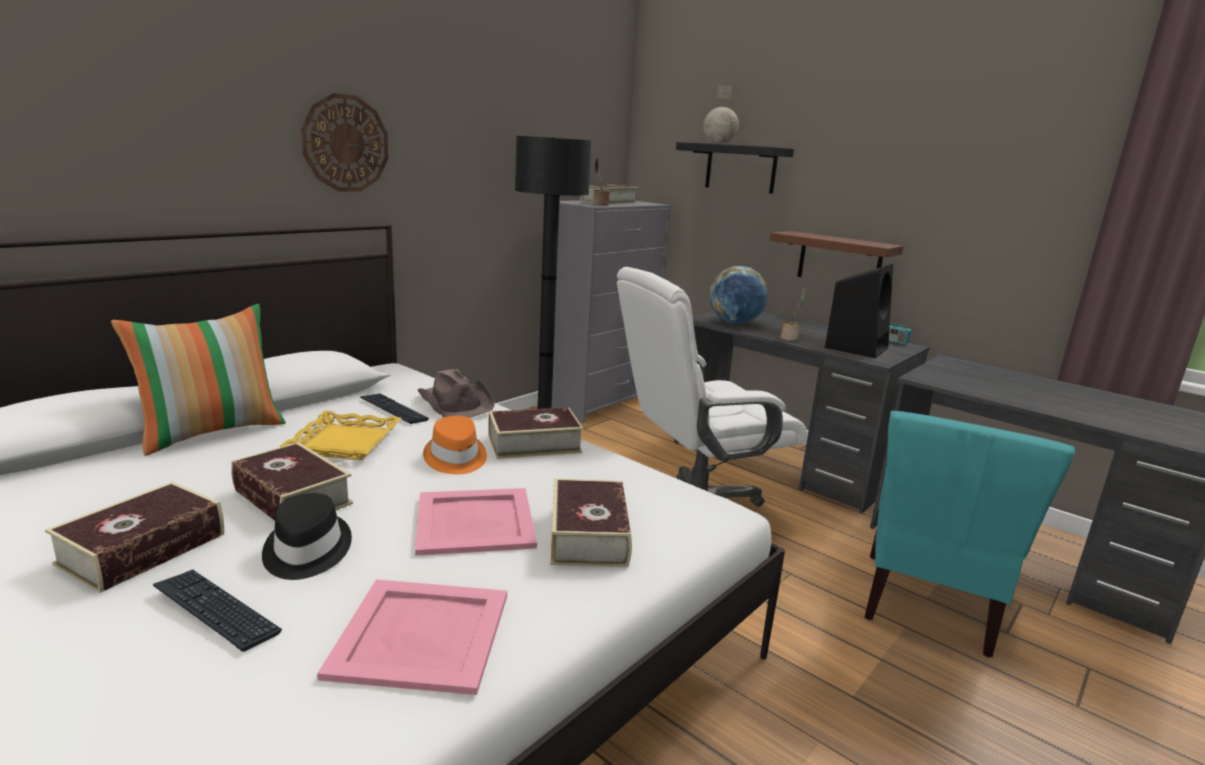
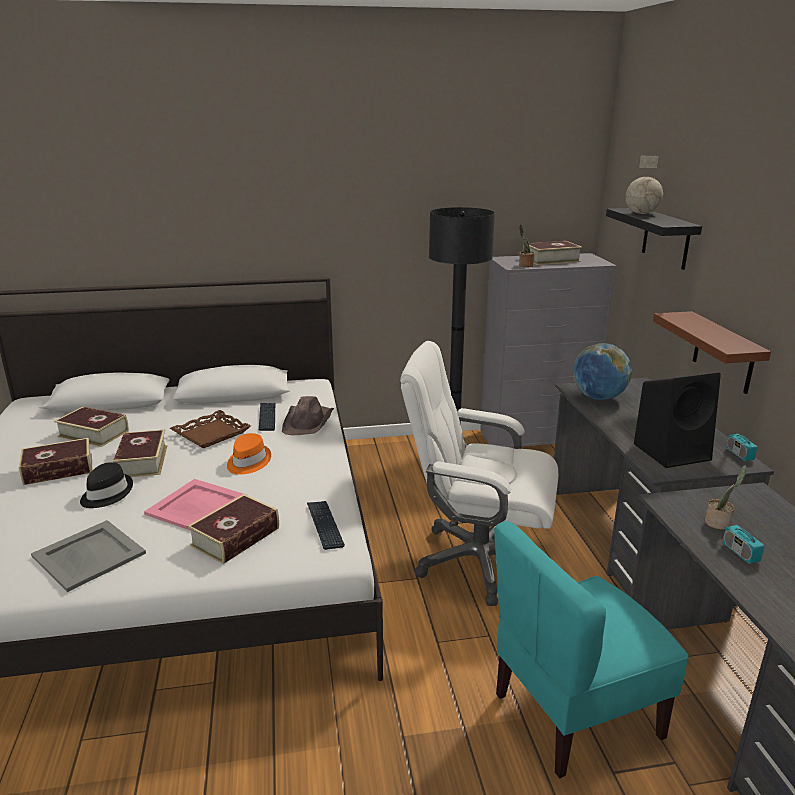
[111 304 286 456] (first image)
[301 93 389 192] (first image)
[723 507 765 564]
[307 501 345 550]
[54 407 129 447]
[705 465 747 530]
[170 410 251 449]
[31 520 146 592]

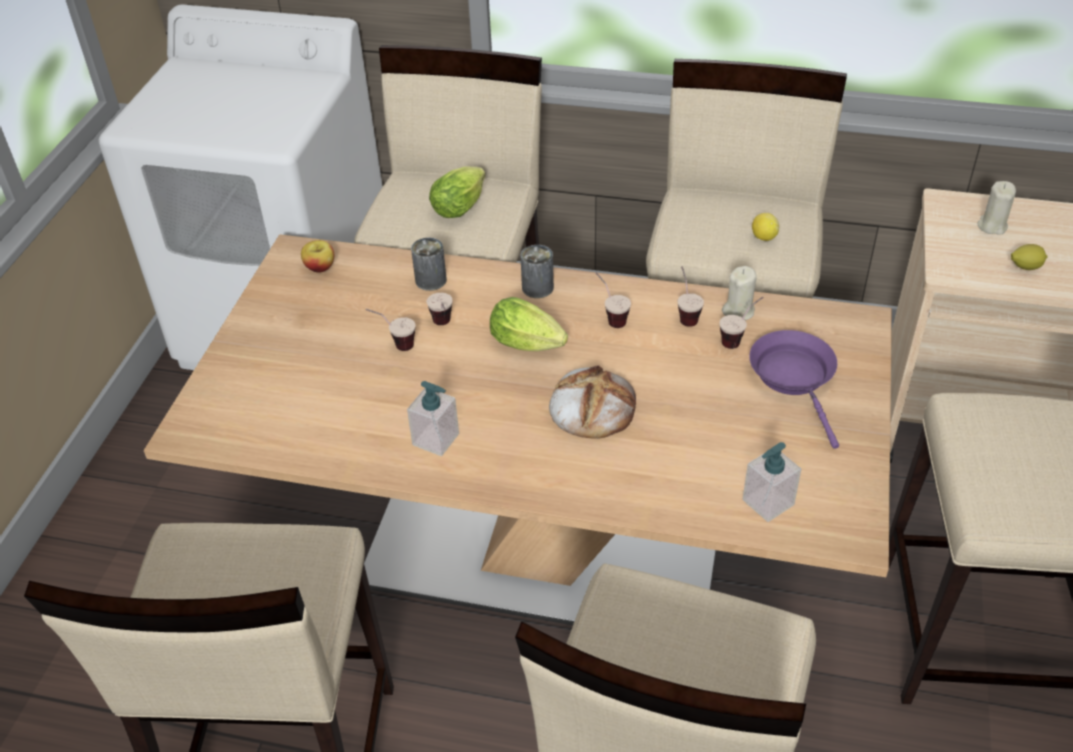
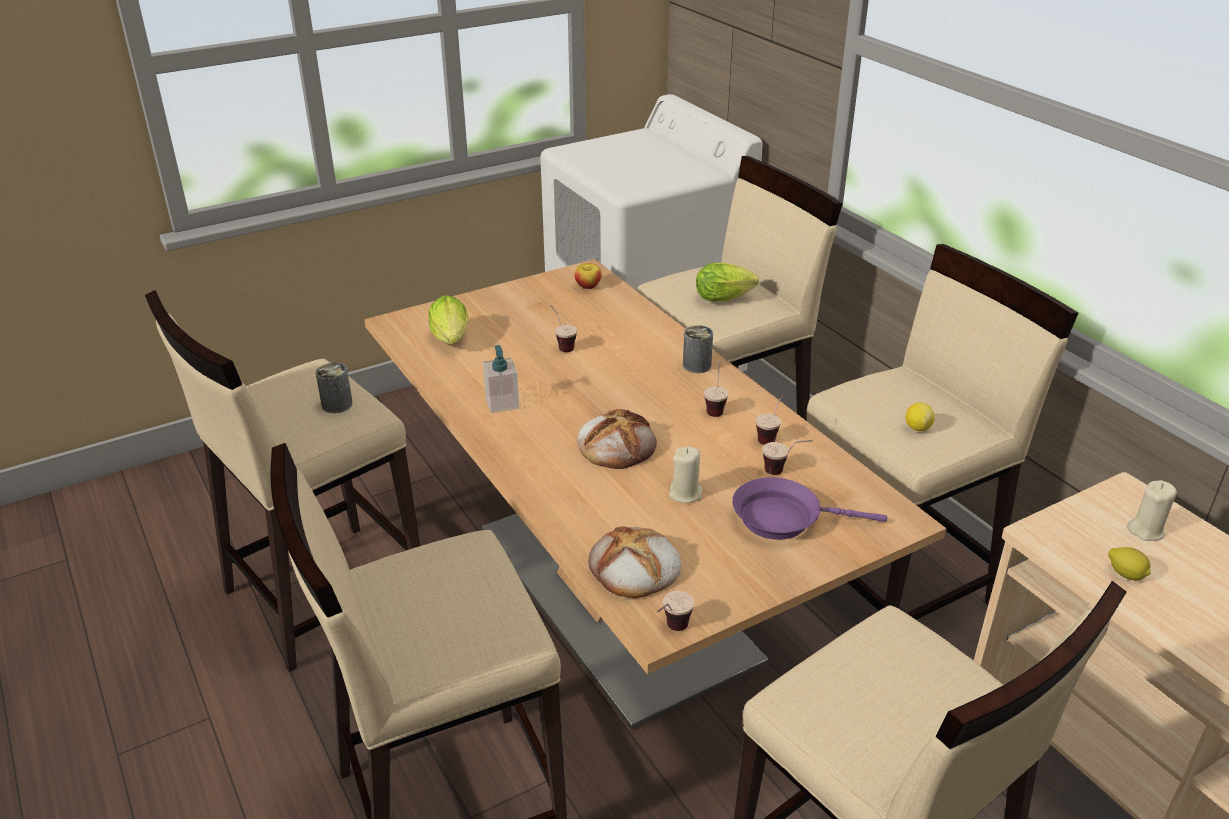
[316 363 353 413]
[657 591 695 631]
[429 295 468 344]
[669 446 703 503]
[588 526 681 598]
[732 477 887 540]

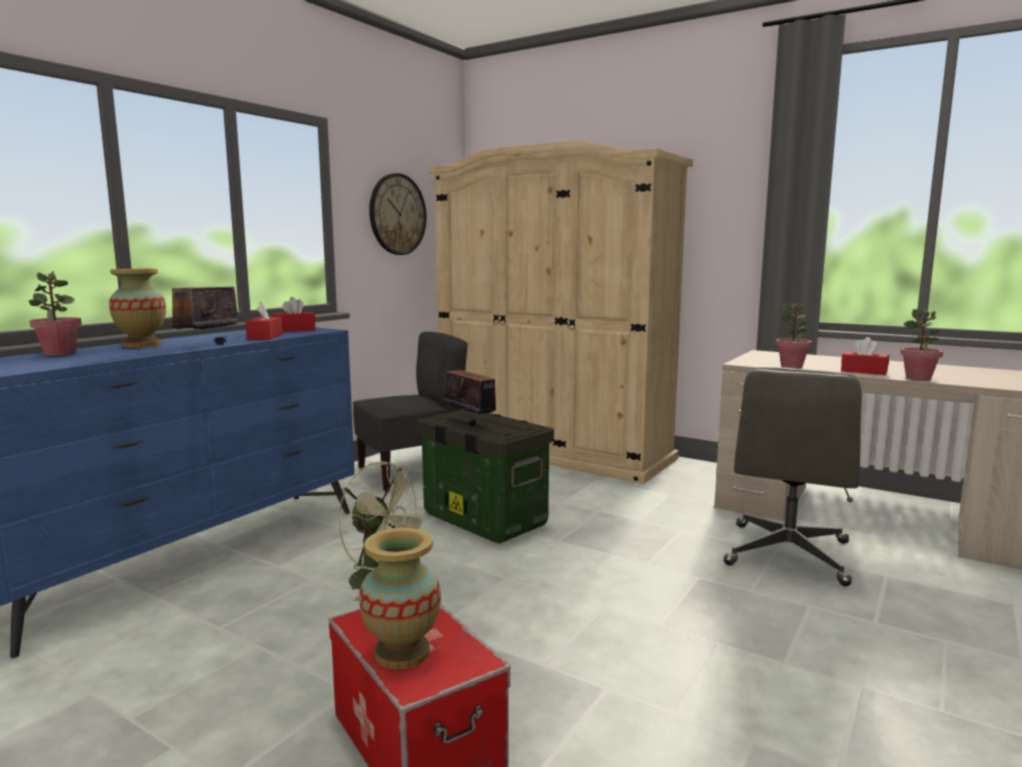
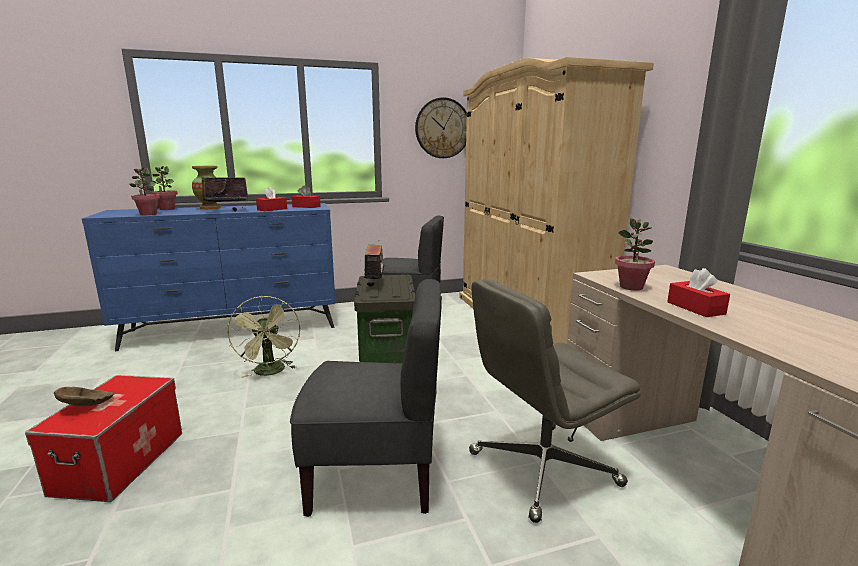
[290 279 442 517]
[129 168 160 215]
[54 387 114 406]

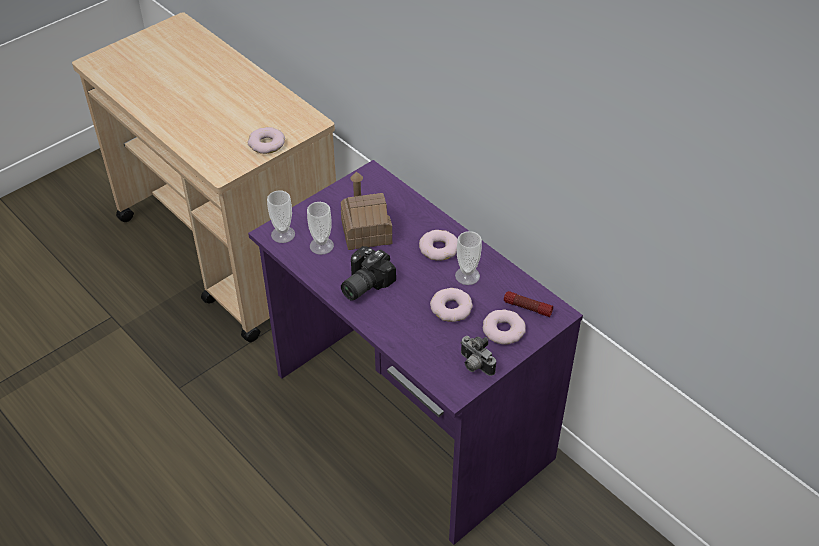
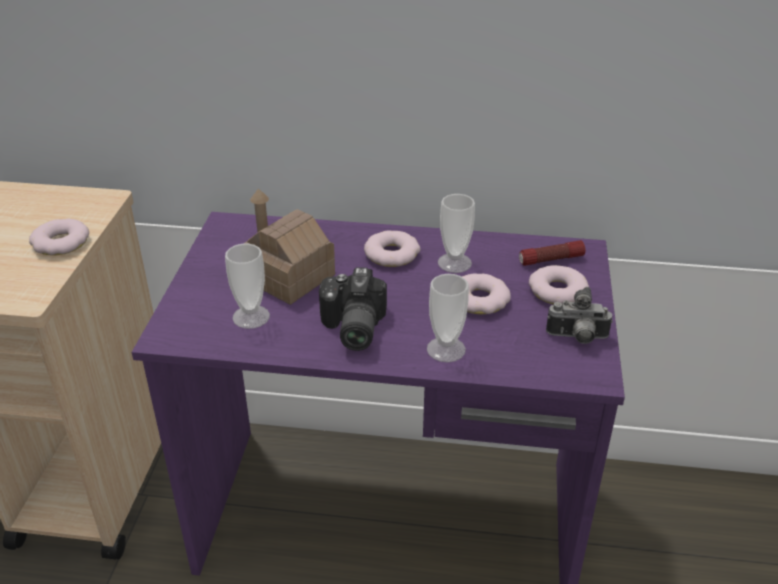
[427 274 469 362]

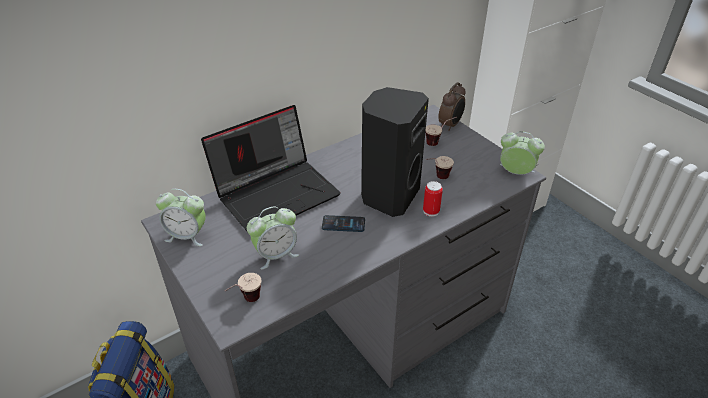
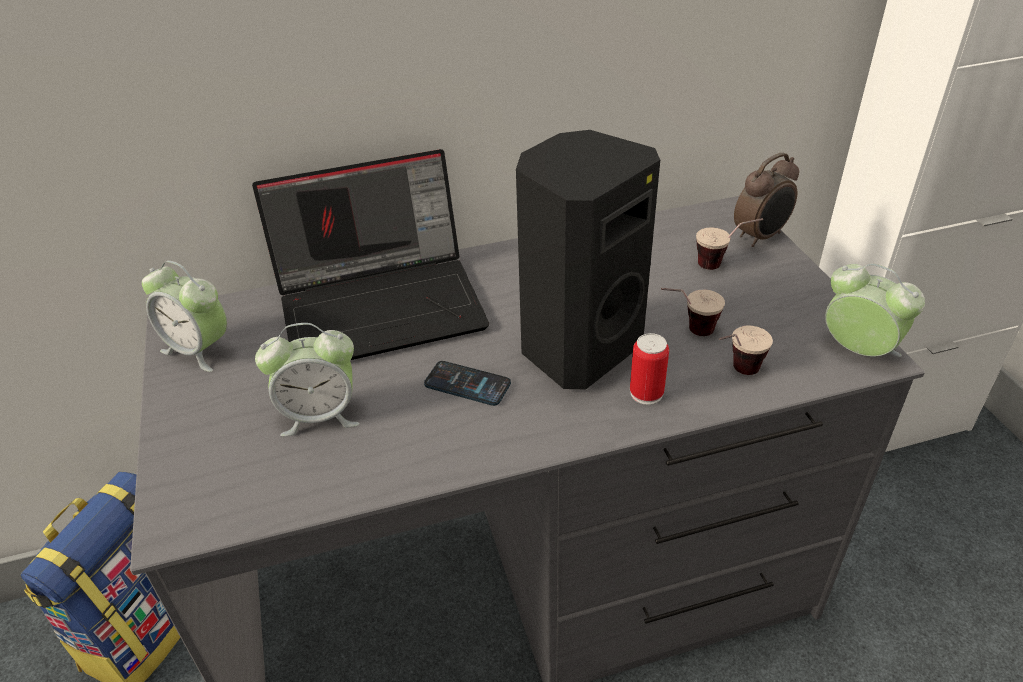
[719 325 773 375]

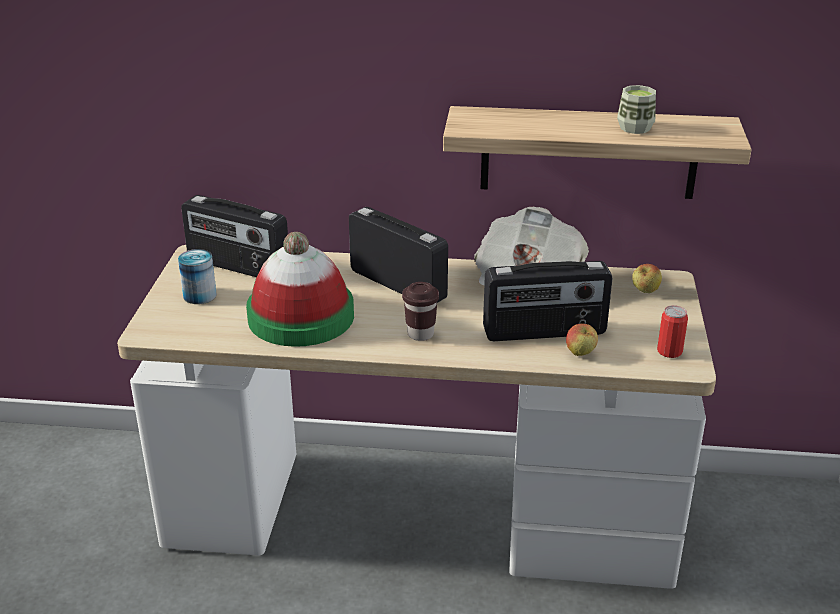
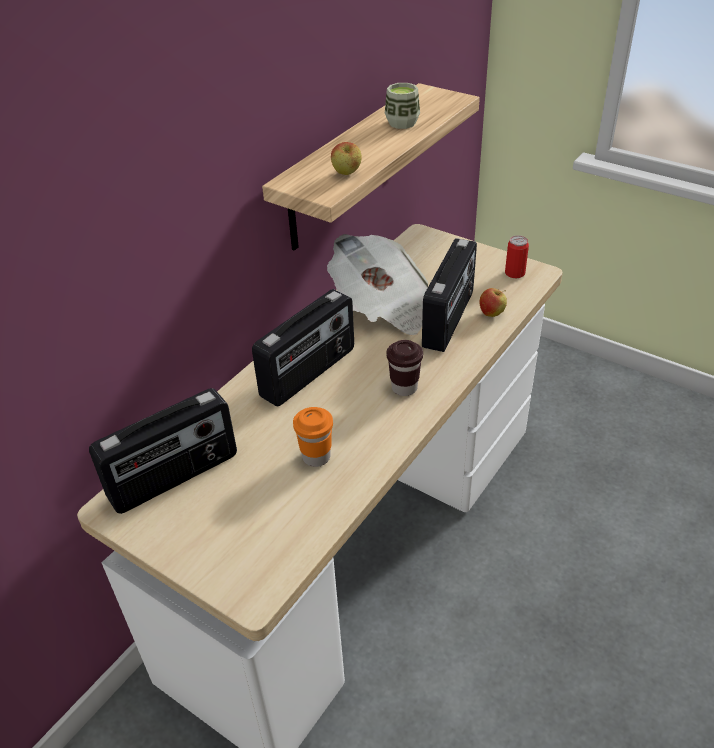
[178 249 217 304] (first image)
[331 142 362 175]
[293 407 333 467]
[252 289 354 407]

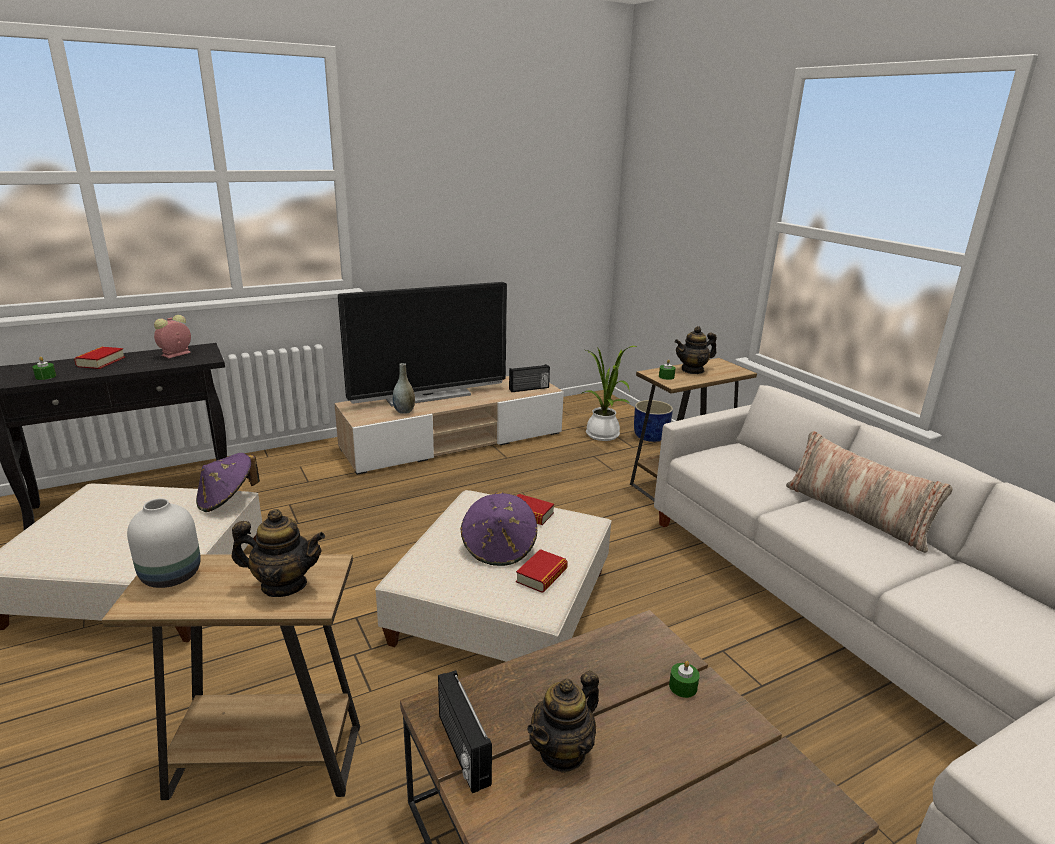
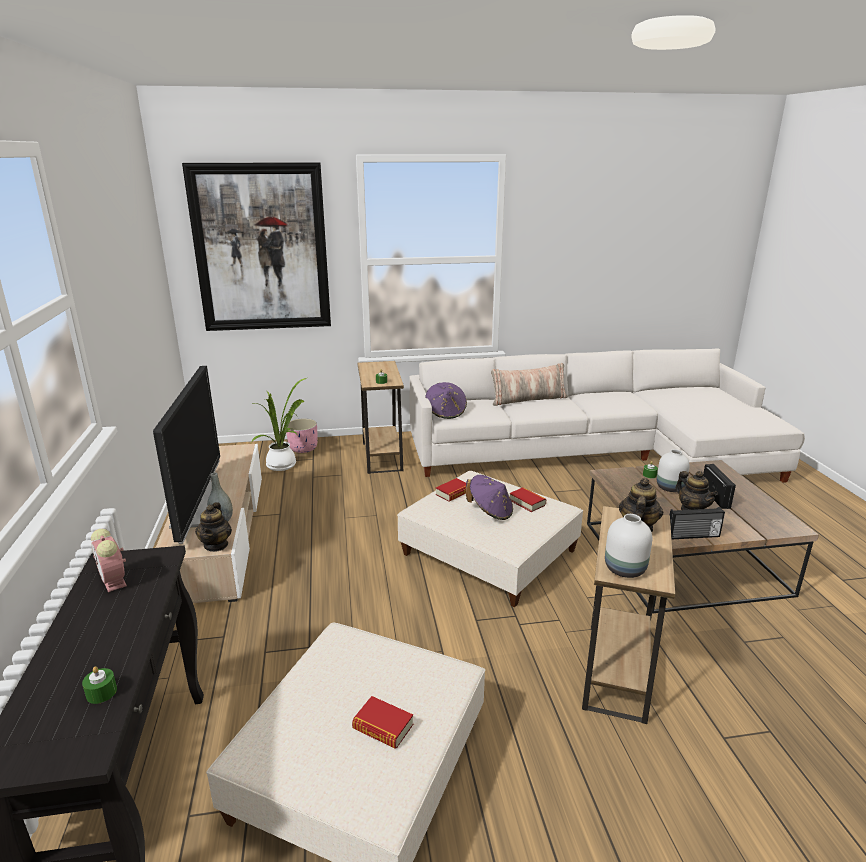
[182 162 331 331]
[657 449 690 492]
[352 696 413 749]
[425 382 467 419]
[703 464 736 509]
[195 502 232 552]
[287 418 318 453]

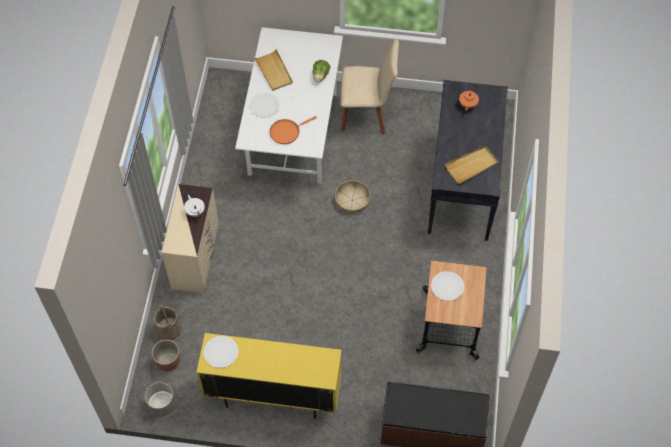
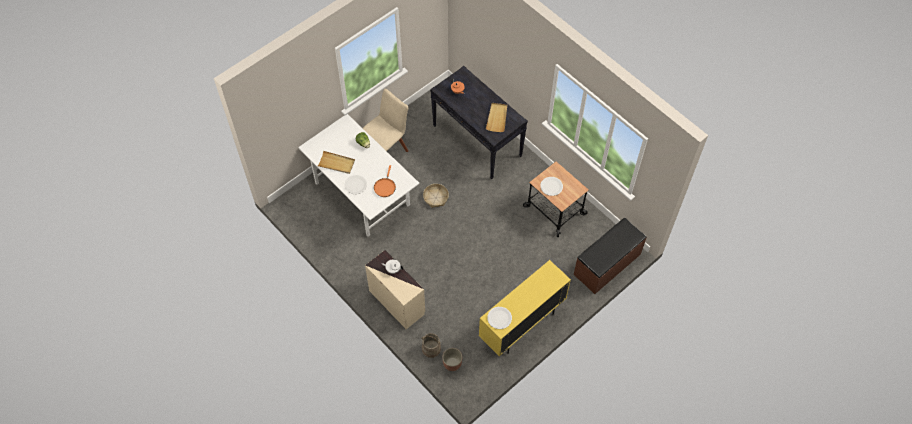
[145 382 176 417] (first image)

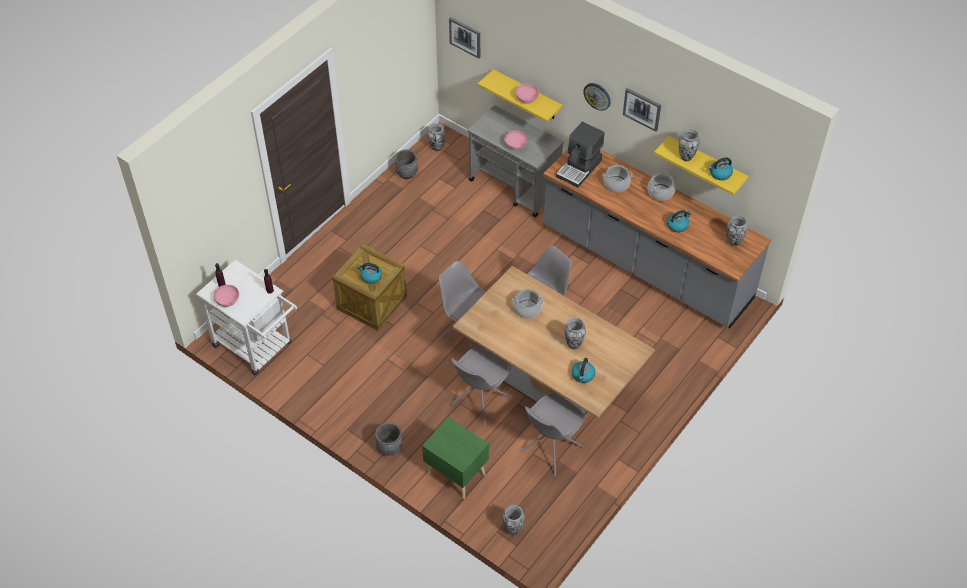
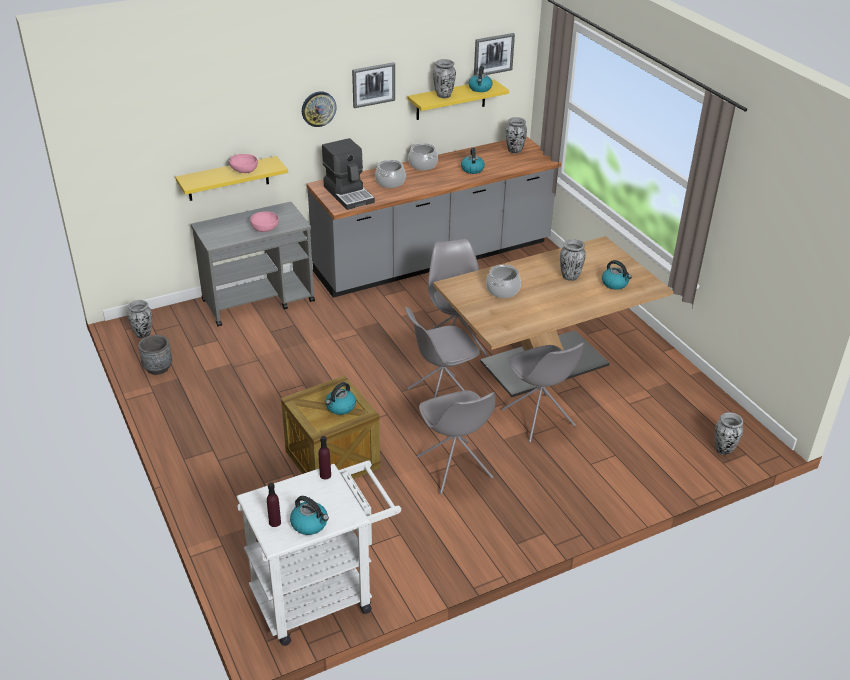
[375 422 402 455] (first image)
[422 417 489 499] (first image)
[474 33 515 75]
[417 390 495 494]
[290 496 329 535]

